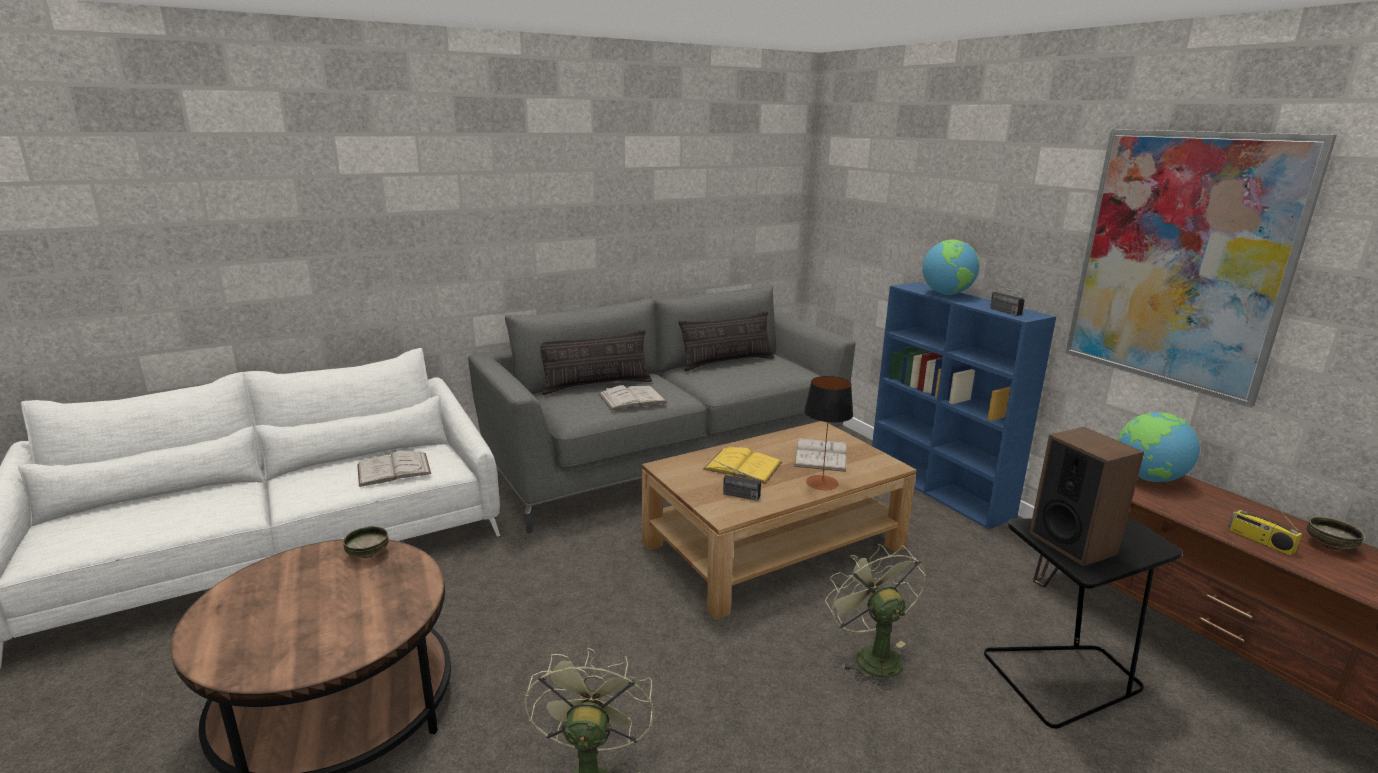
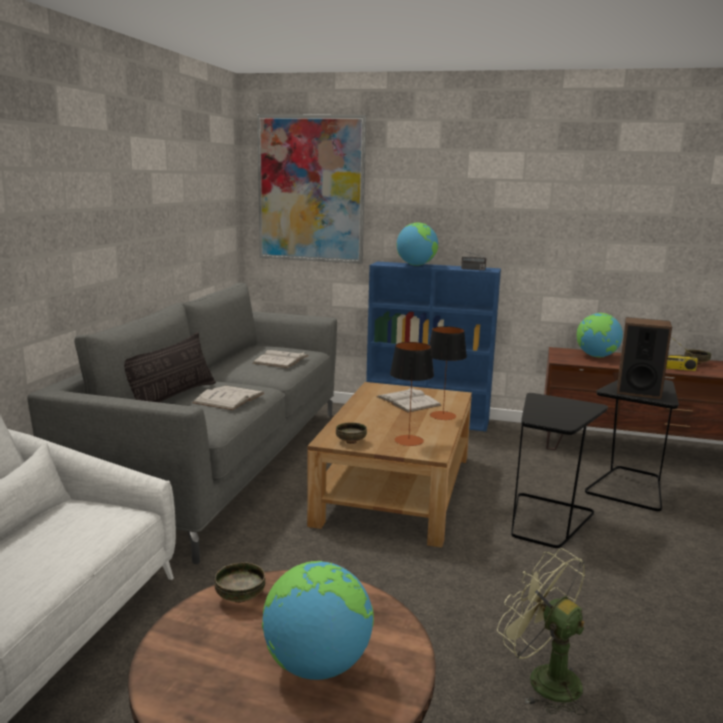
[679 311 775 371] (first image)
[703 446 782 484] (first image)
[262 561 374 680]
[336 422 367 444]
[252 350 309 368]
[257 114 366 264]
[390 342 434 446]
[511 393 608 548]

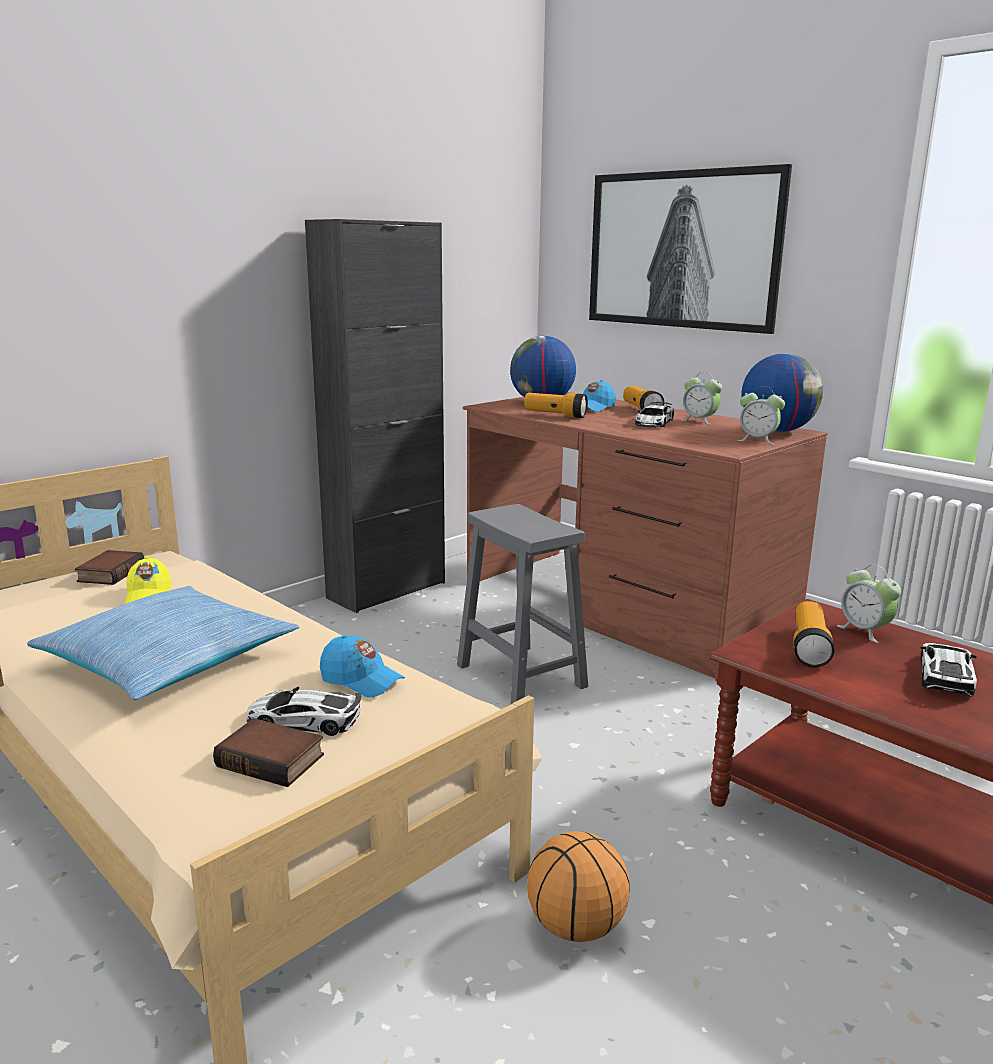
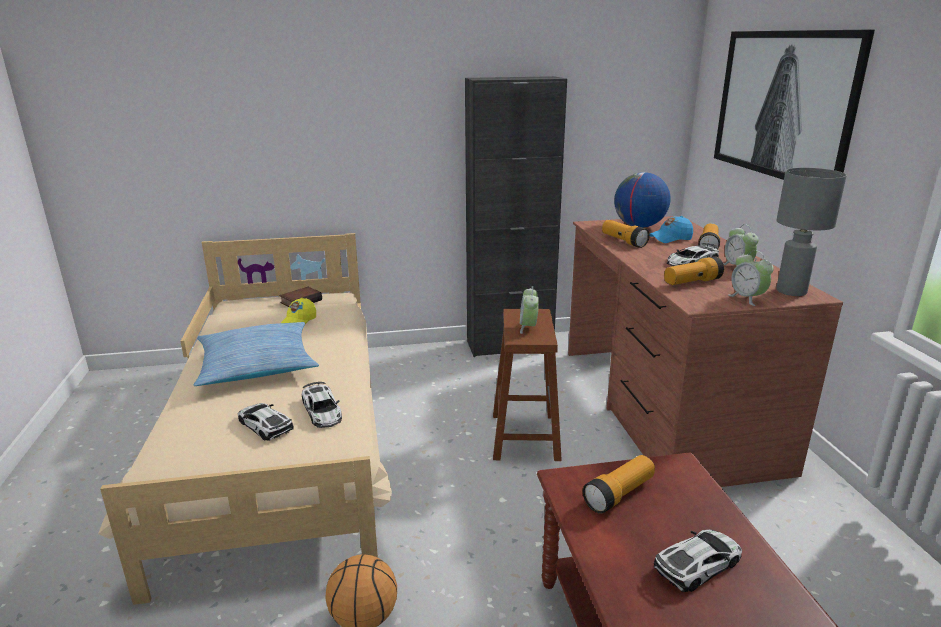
[213 718 324 787] (first image)
[664 256 724 285]
[520 286 539 334]
[302 382 342 428]
[776 168 847 296]
[493 309 562 461]

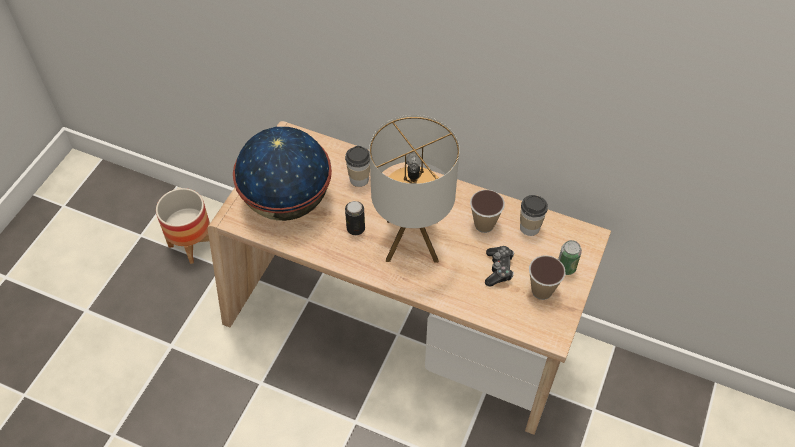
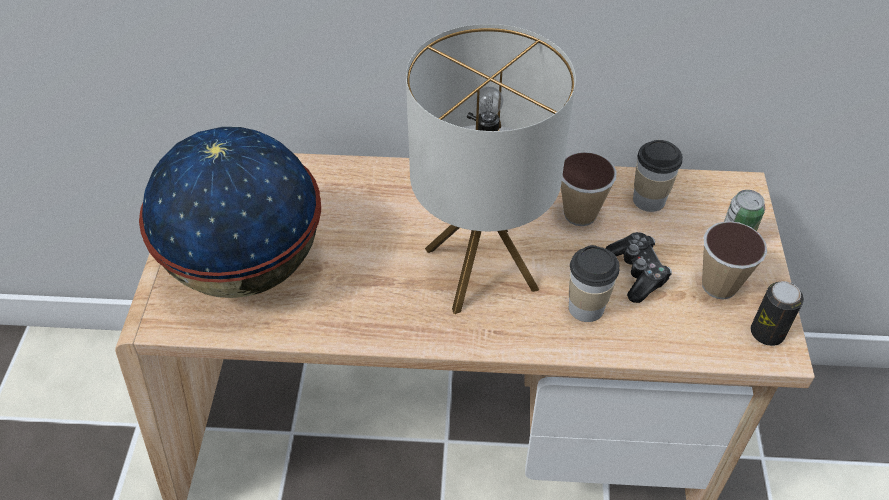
[156 188 210 264] (first image)
[569 245 619 322]
[751 281 804 346]

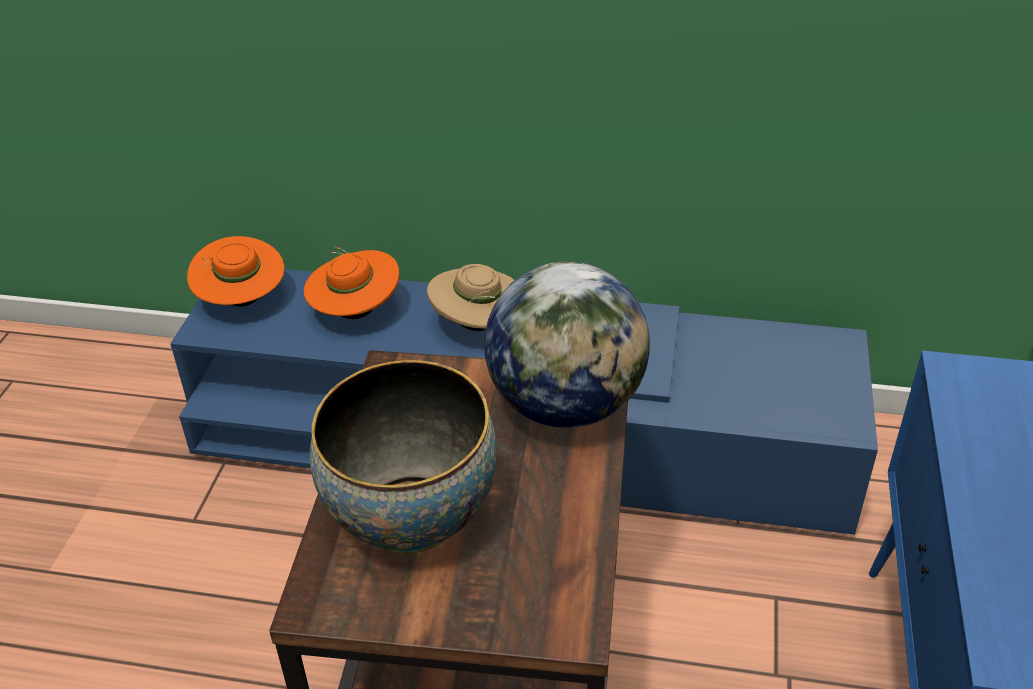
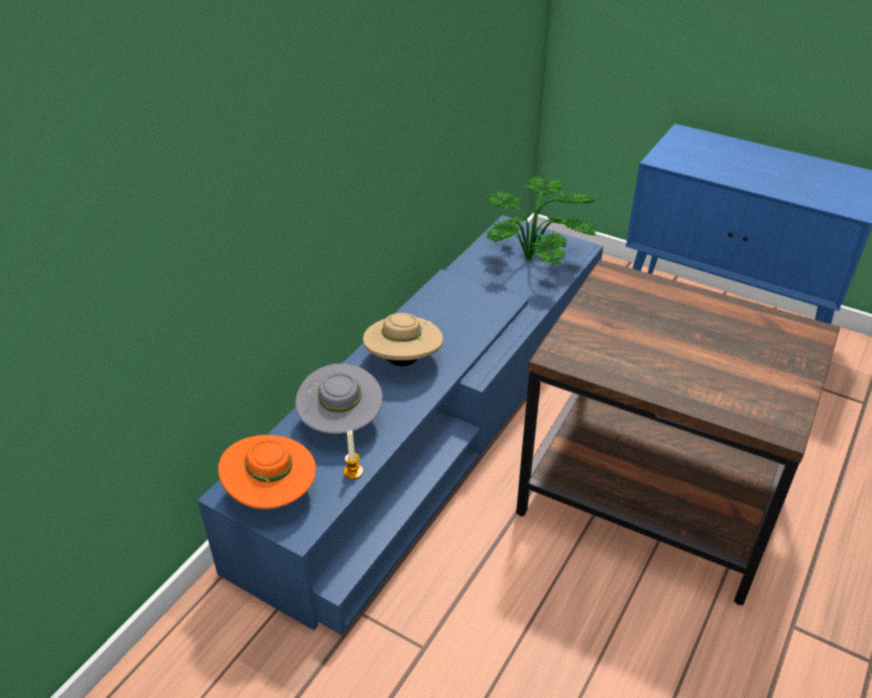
[310 360 497 554] (first image)
[484 261 650 428] (first image)
[344 430 363 479]
[487 176 596 266]
[295 363 383 434]

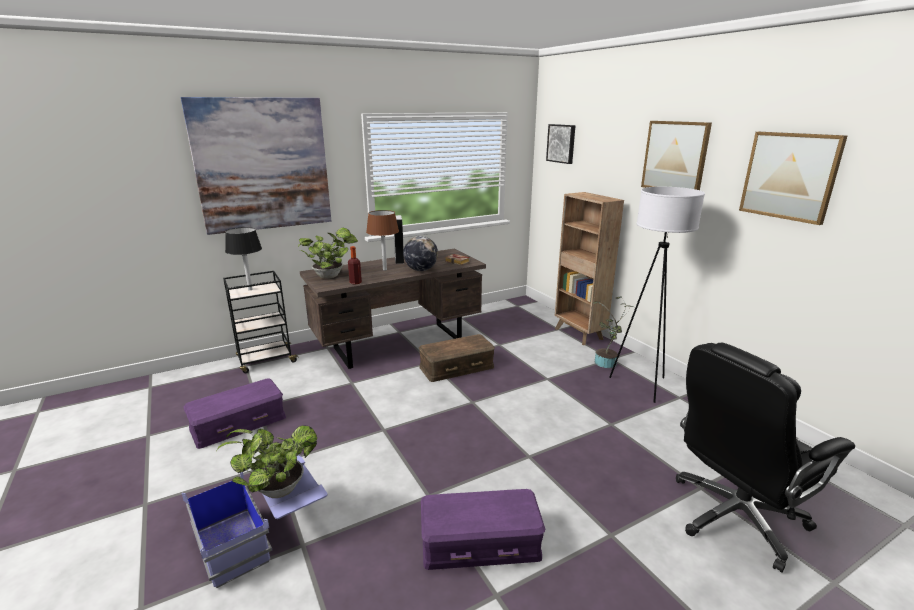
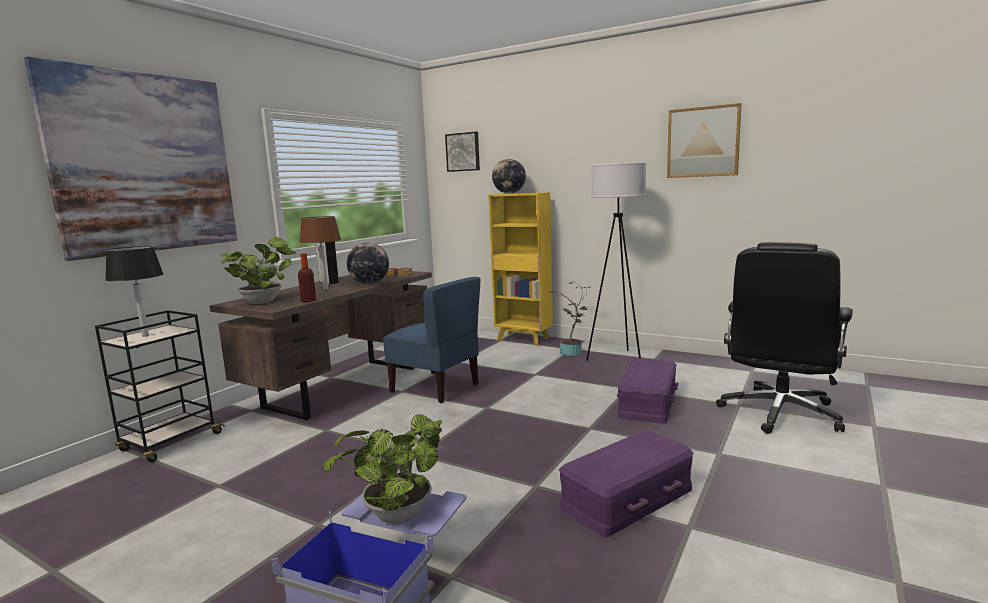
[641 121 712 190] (first image)
[492 159 526 194]
[617 358 679 424]
[383 277 480 403]
[488 192 553 346]

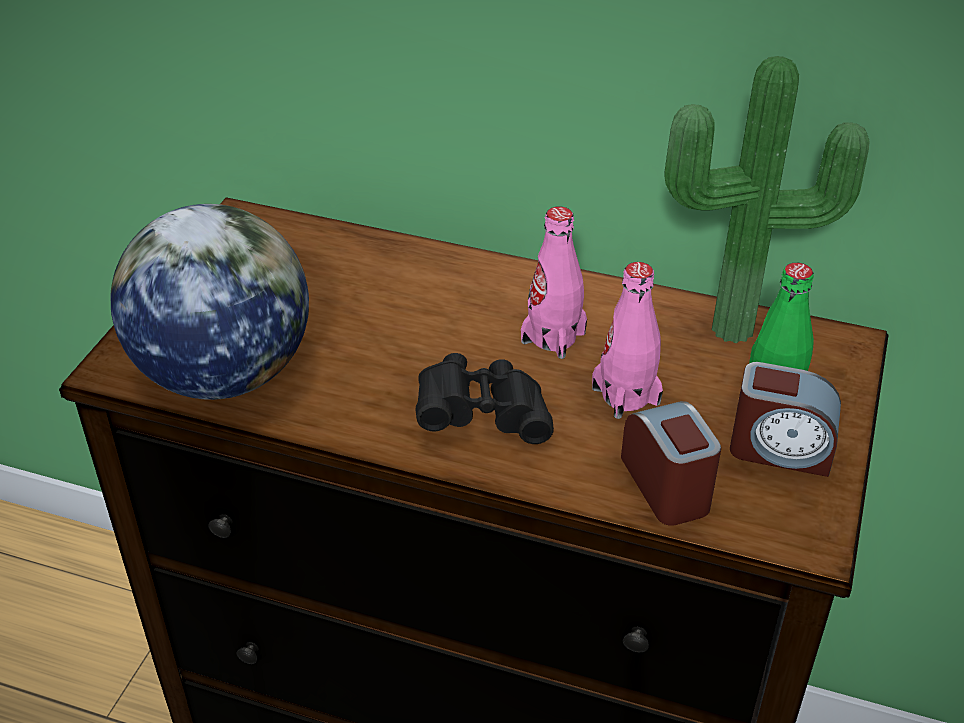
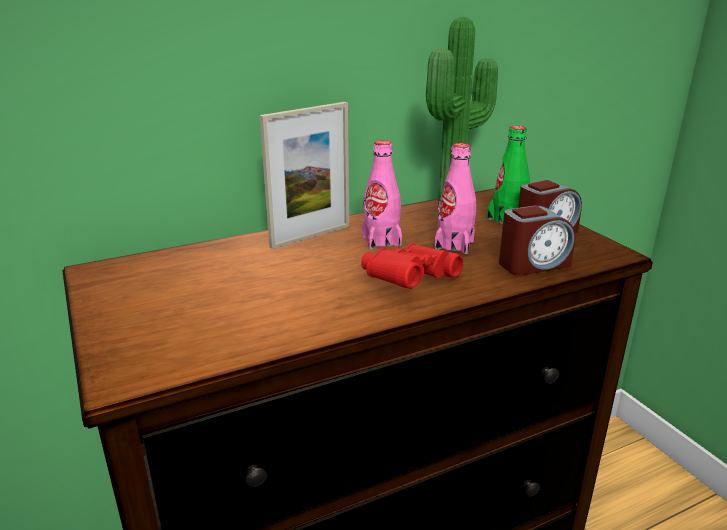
[110 204 309 400] (first image)
[260 102 349 249]
[361 243 463 289]
[499 206 575 275]

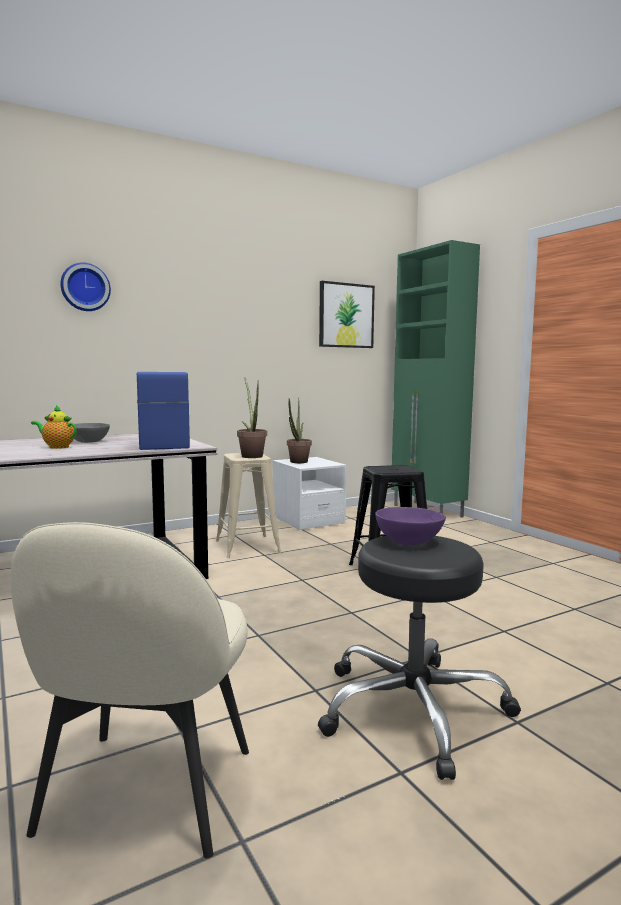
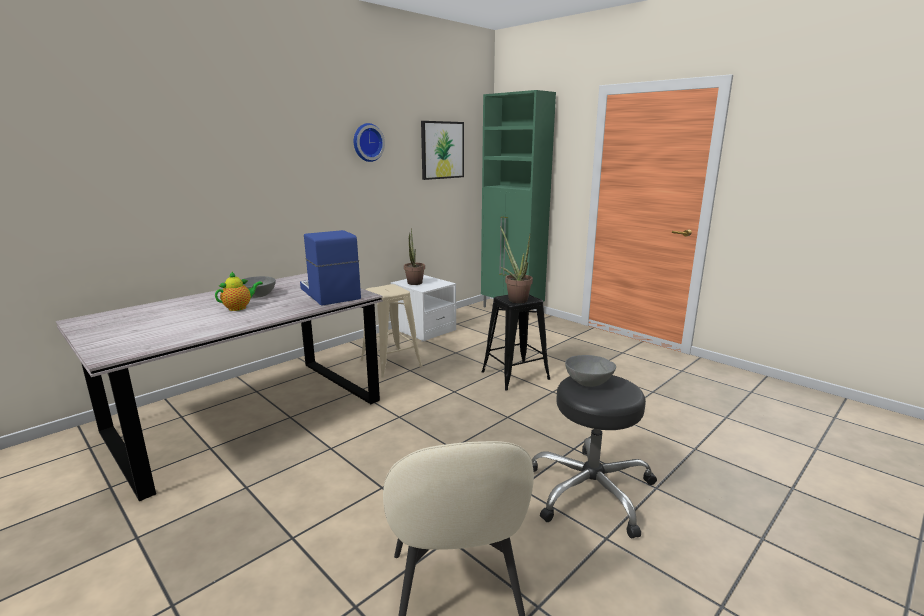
[354 123 385 162]
[500 226 533 303]
[565 355 616 387]
[215 272 263 311]

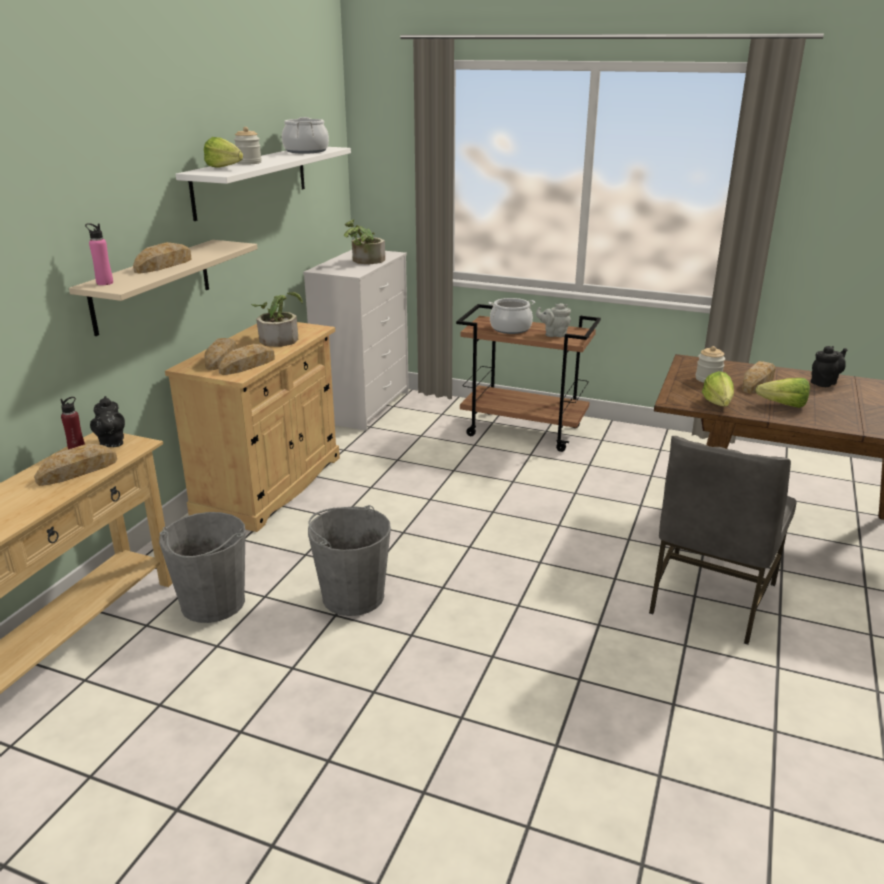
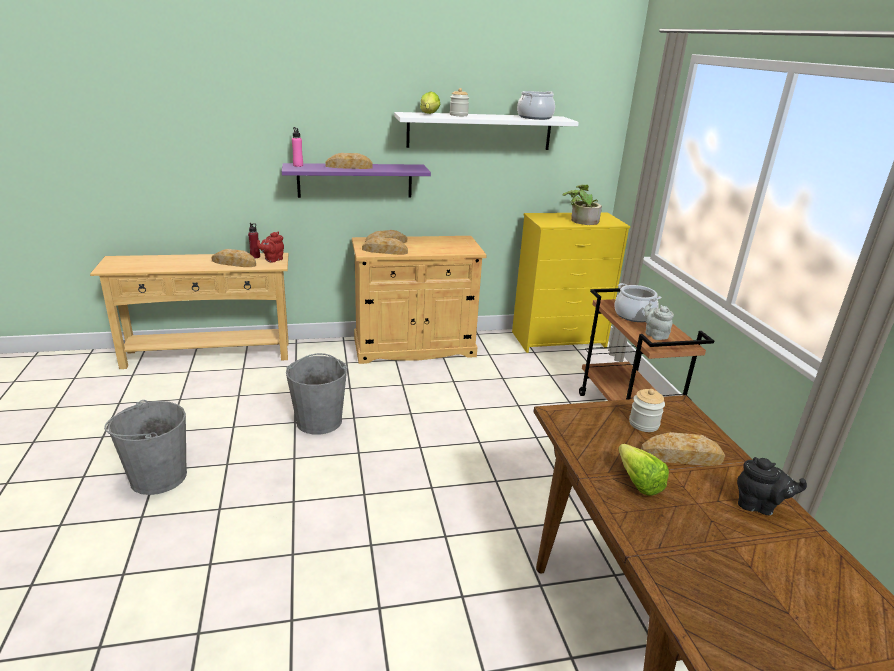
[251 292 303 347] (first image)
[649 436 796 645] (first image)
[702 371 734 406] (first image)
[104 400 187 495]
[282 163 431 198]
[257 232 284 262]
[512 213 630 353]

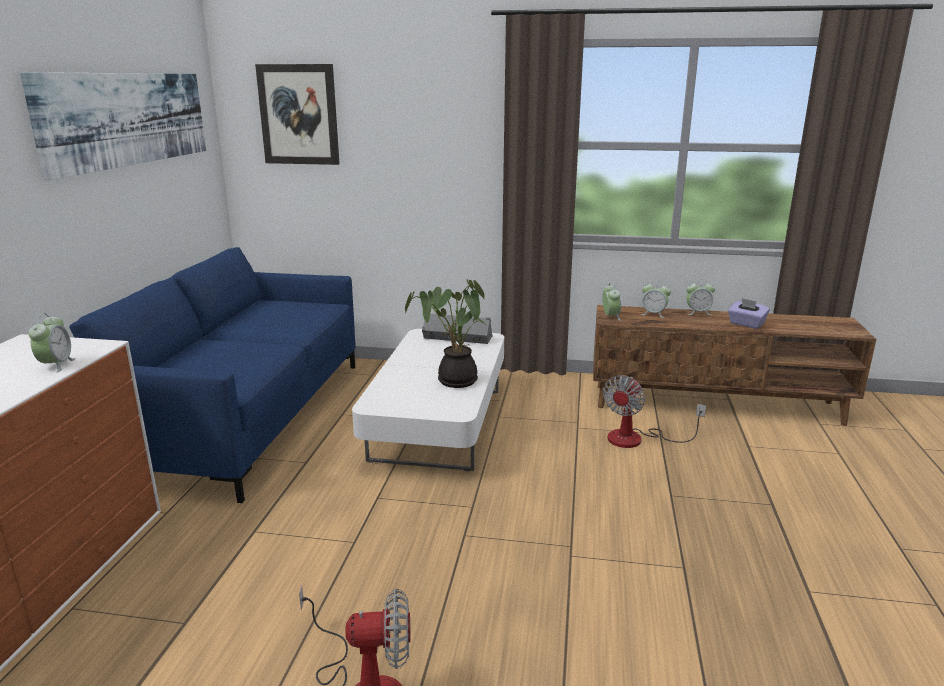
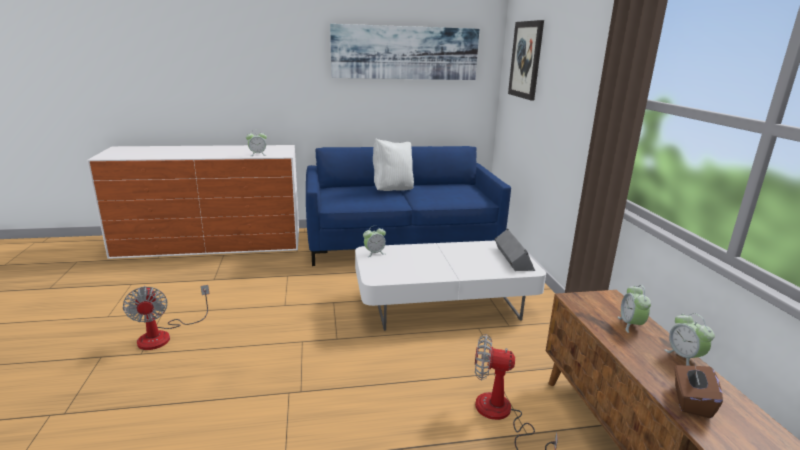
[405 279 486 388] (first image)
[373 139 414 191]
[363 226 386 257]
[675 360 723 418]

